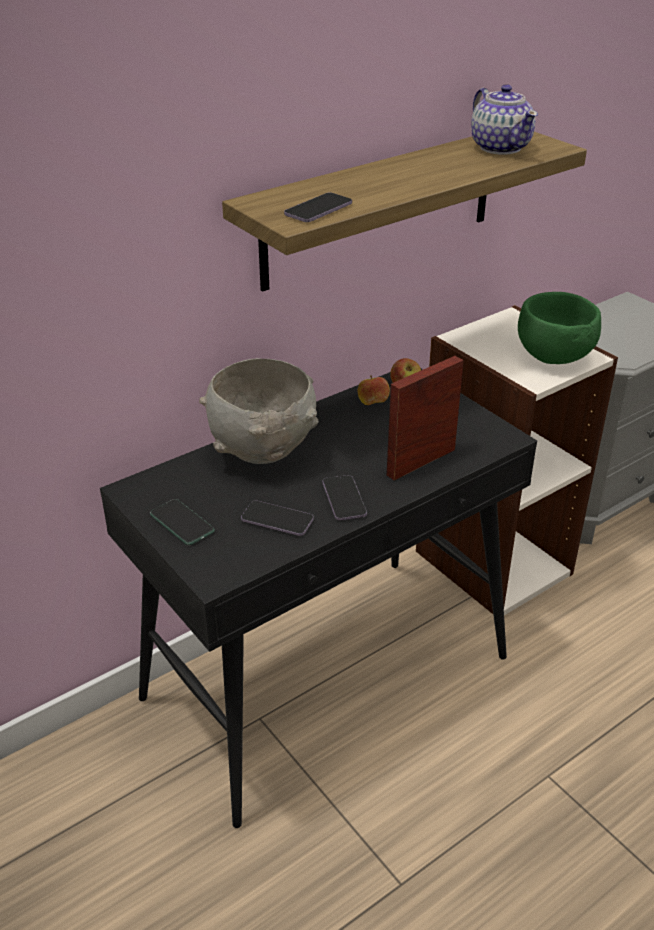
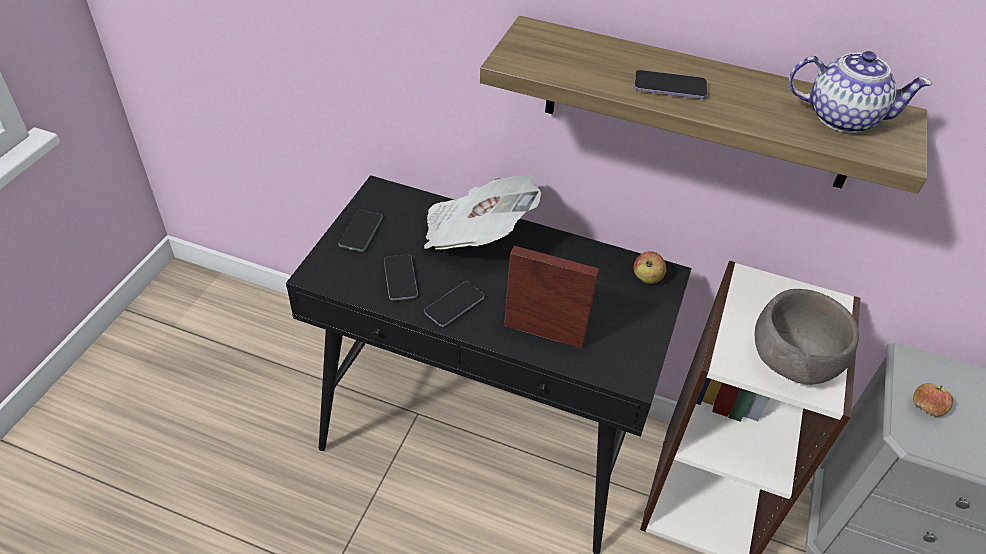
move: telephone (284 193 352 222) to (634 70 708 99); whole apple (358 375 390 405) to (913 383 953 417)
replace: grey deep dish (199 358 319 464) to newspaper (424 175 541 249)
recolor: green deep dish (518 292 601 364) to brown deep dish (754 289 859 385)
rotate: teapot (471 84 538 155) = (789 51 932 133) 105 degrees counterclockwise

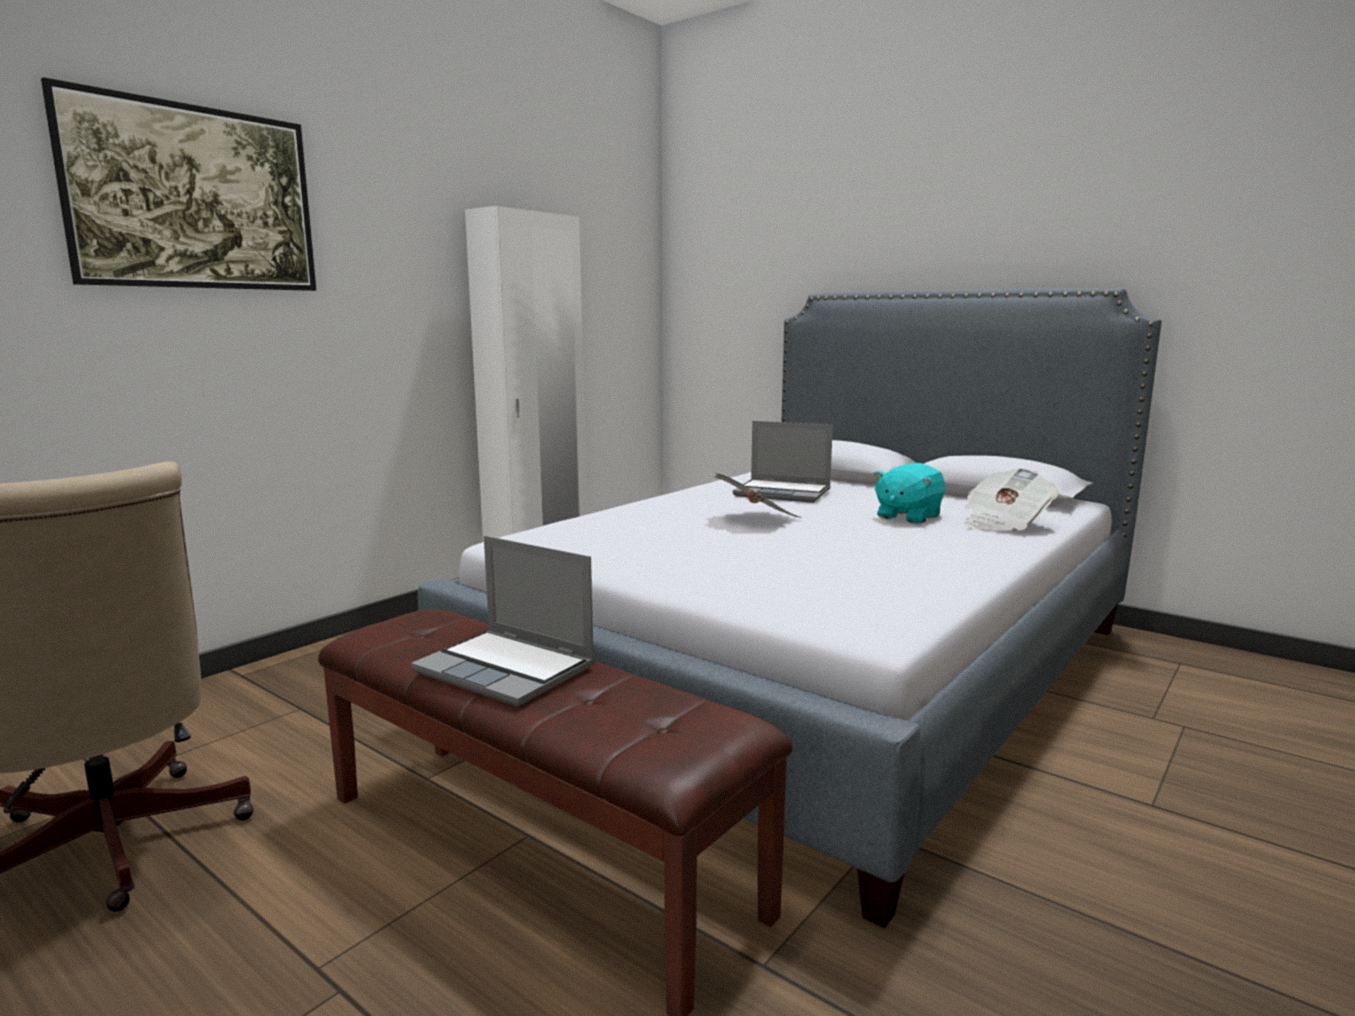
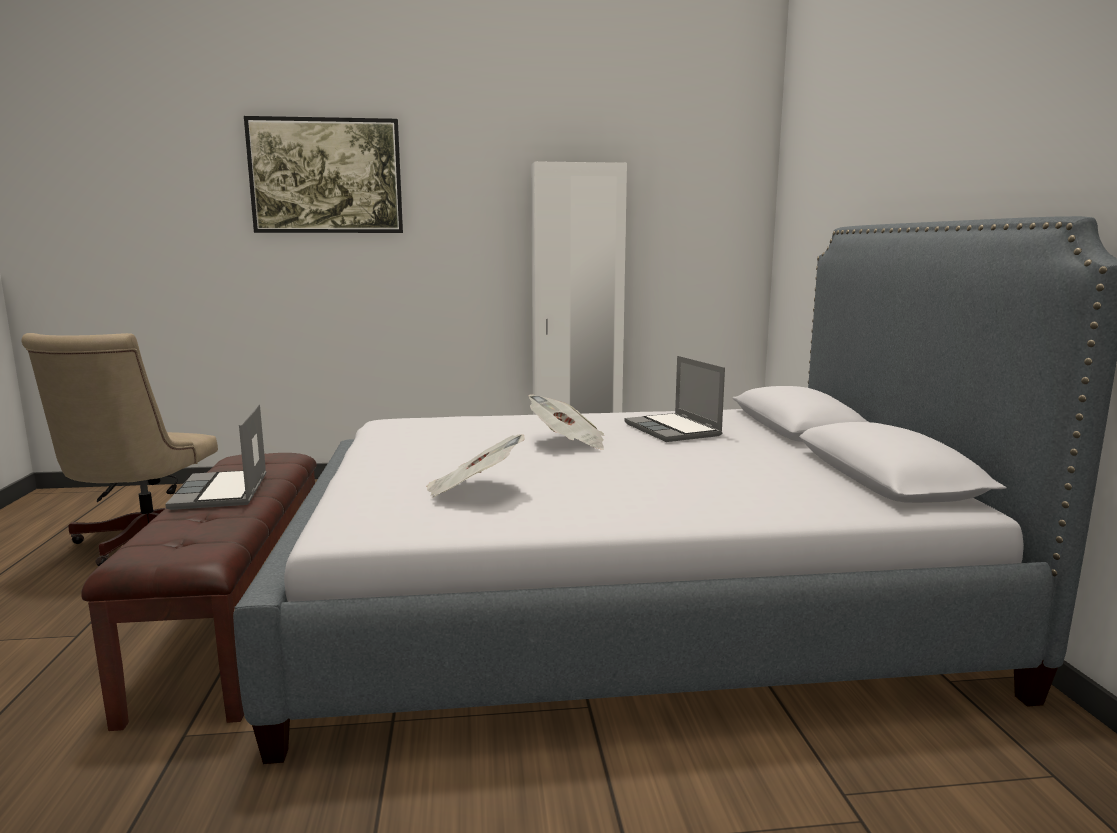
delete: turquoise-coloured cuddly toy (874 463 945 524)
move: newspaper (964 468 1058 531) to (426 434 525 497)

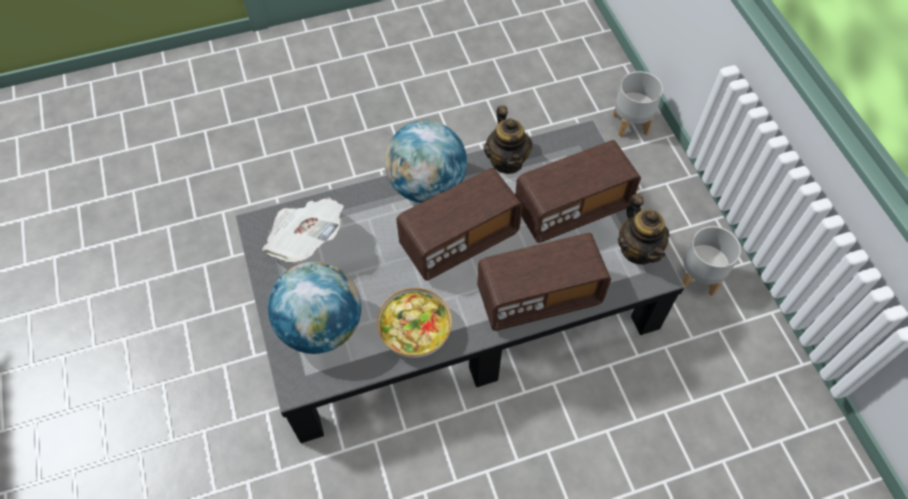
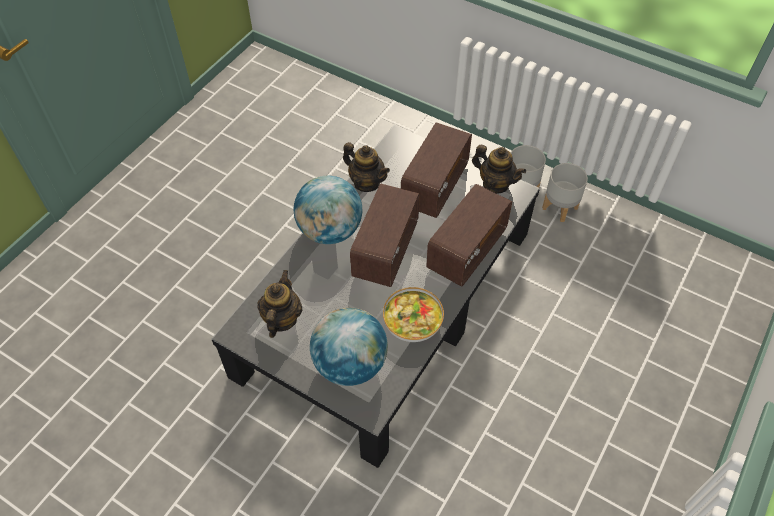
move: grey flower pot (613 71 663 137) to (542 163 588 222)
replace: newspaper (262 198 344 263) to teapot (257 270 302 338)

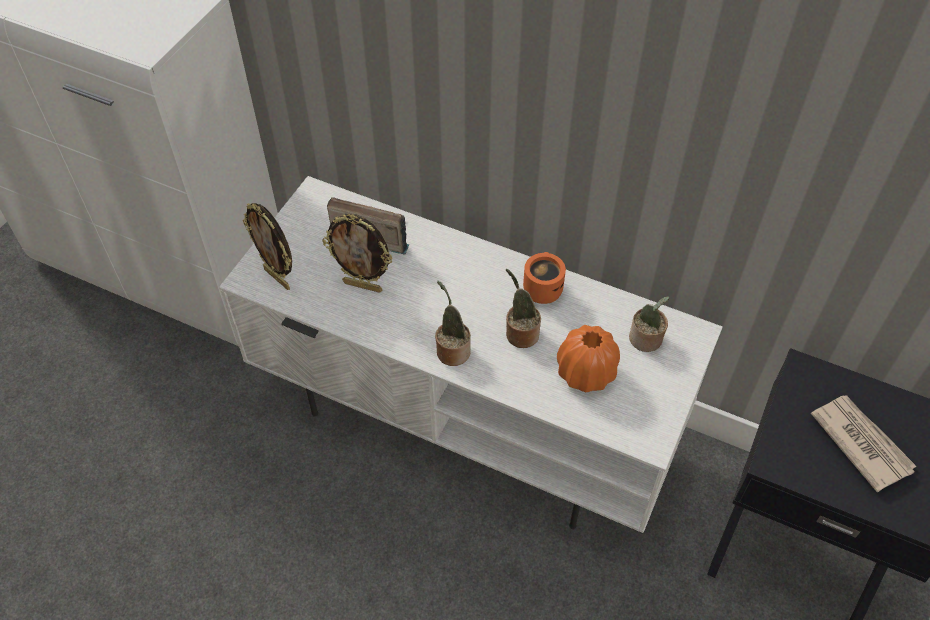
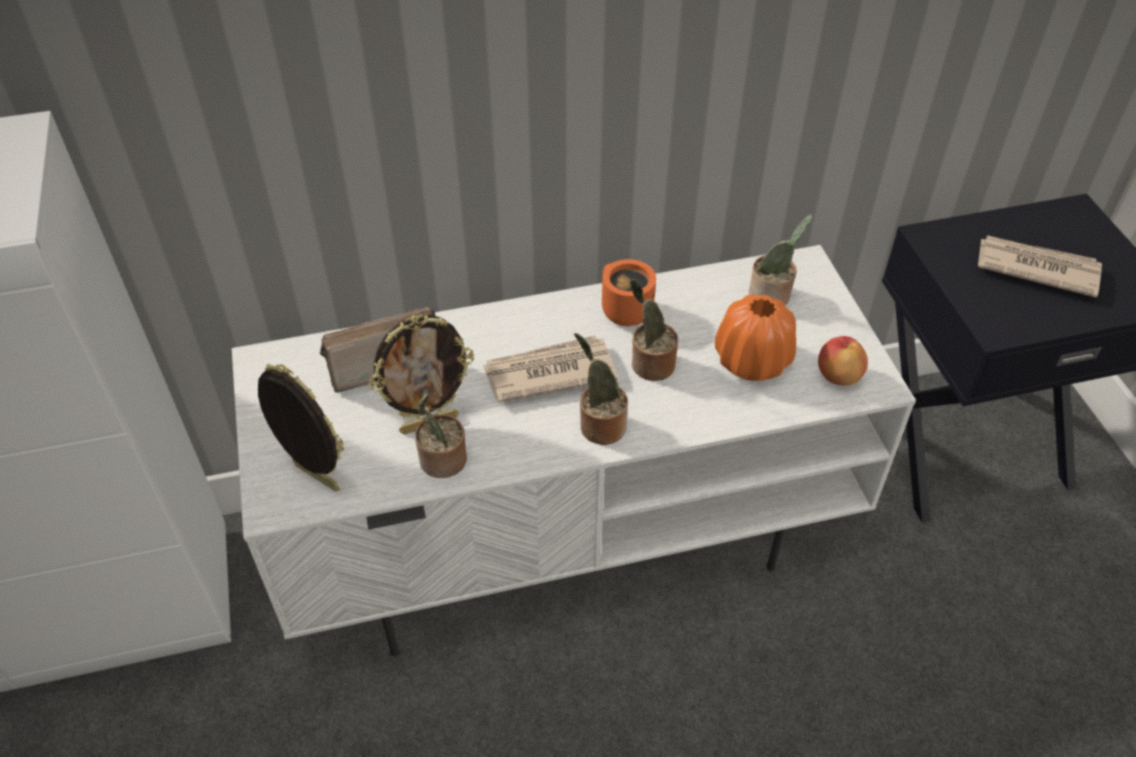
insert: houseplant (415 393 467 478); newspaper (483 335 618 402); whole apple (818 336 868 386)
rotate: photo frame (243 203 292 290) = (258 364 344 492) 150 degrees counterclockwise

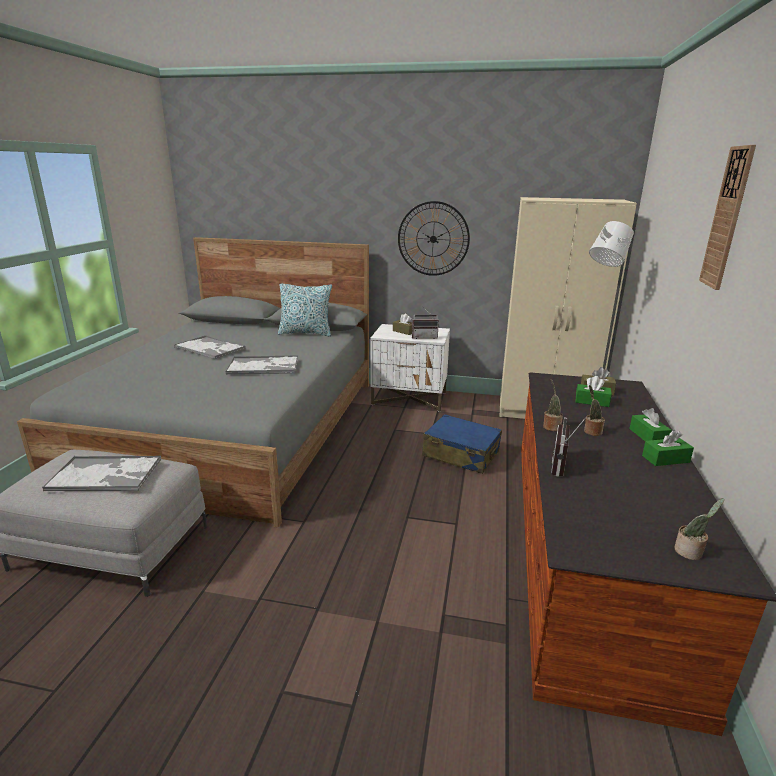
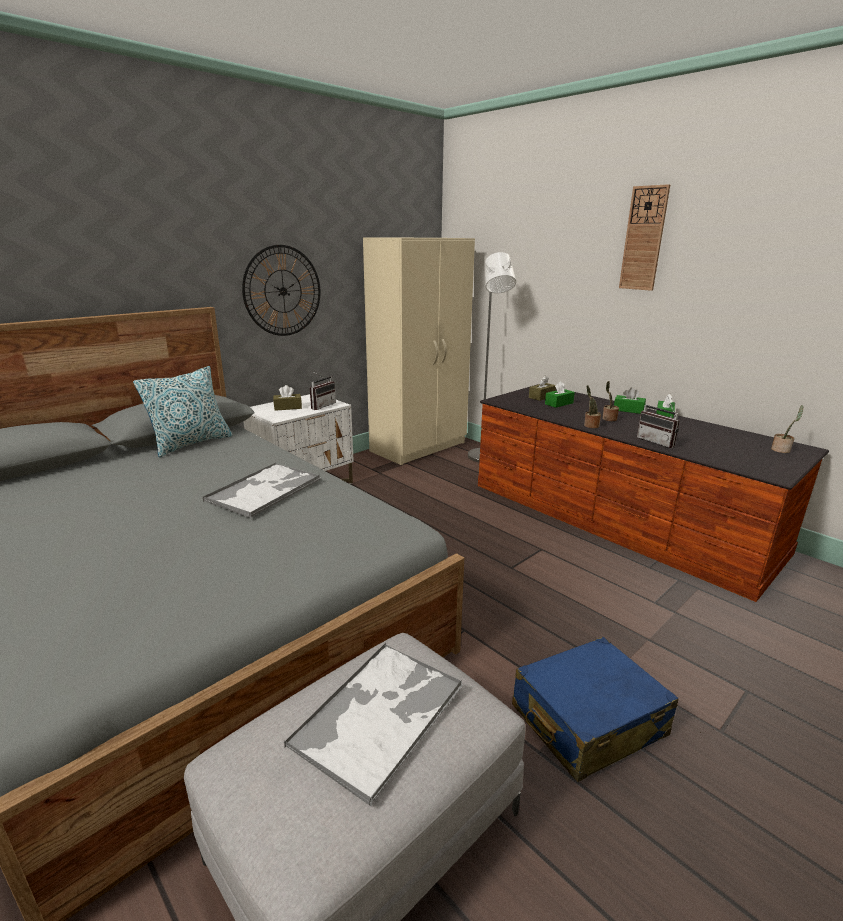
delete: serving tray (174 335 246 359)
move: bluish suitcase (422 414 502 474) to (512 637 679 782)

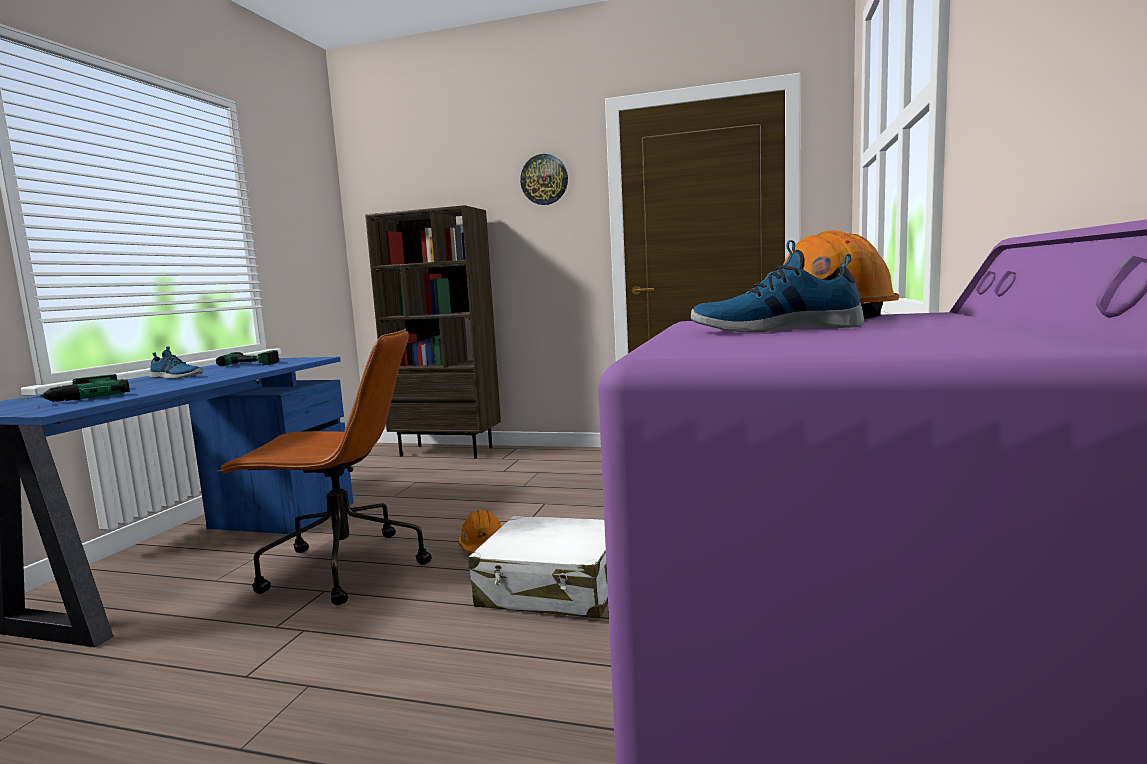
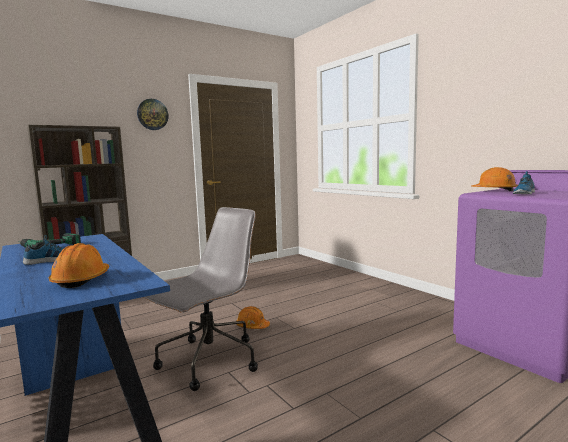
delete: white suitcase (468 516 608 618)
replace: power drill (20 374 130 401) to orange hard hat (49 243 109 288)
recolor: brown desk chair (217 329 432 605) to grey desk chair (143 207 258 391)

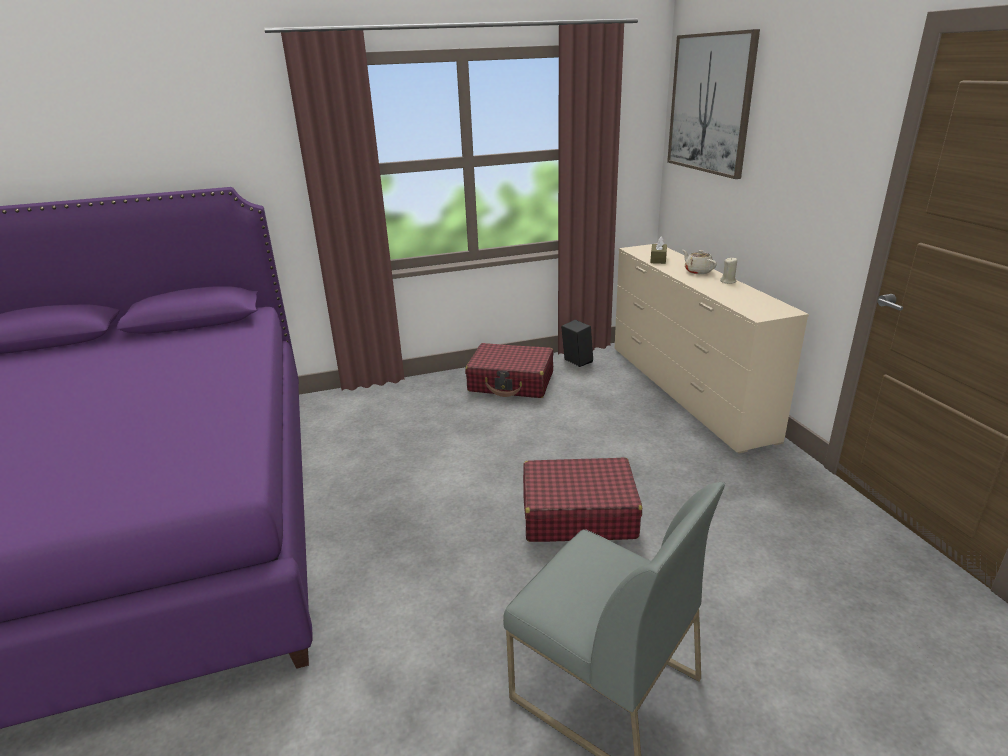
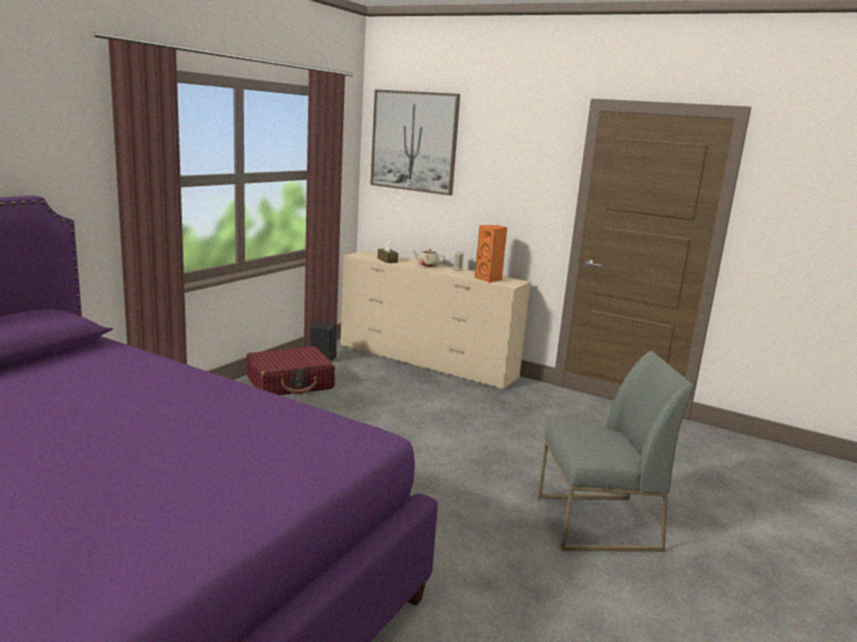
delete: red-coloured suitcase (523 457 642 542)
insert: orange audio speaker (475 225 507 283)

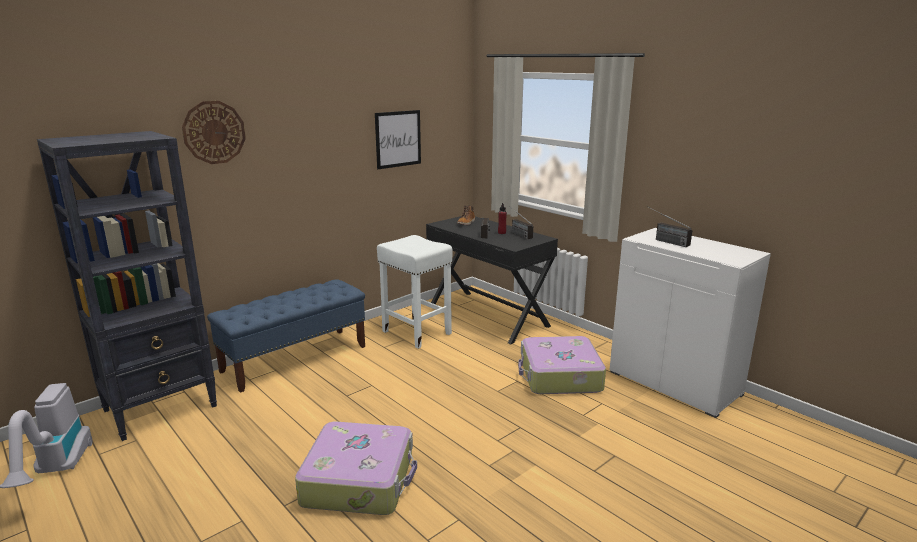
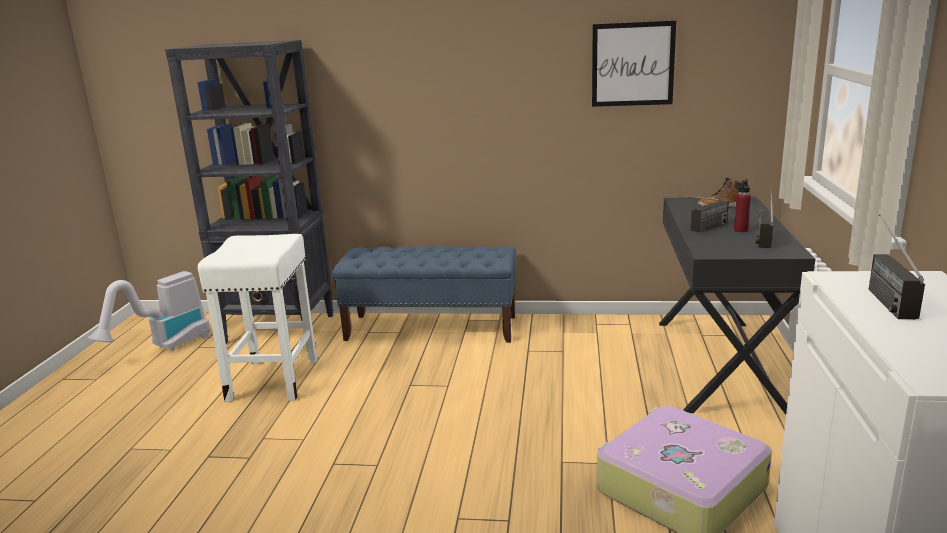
delete: wall clock (182 101 246 164); suitcase (295 422 417 515)
move: white stool seat (377 235 452 349) to (198 234 317 402)

